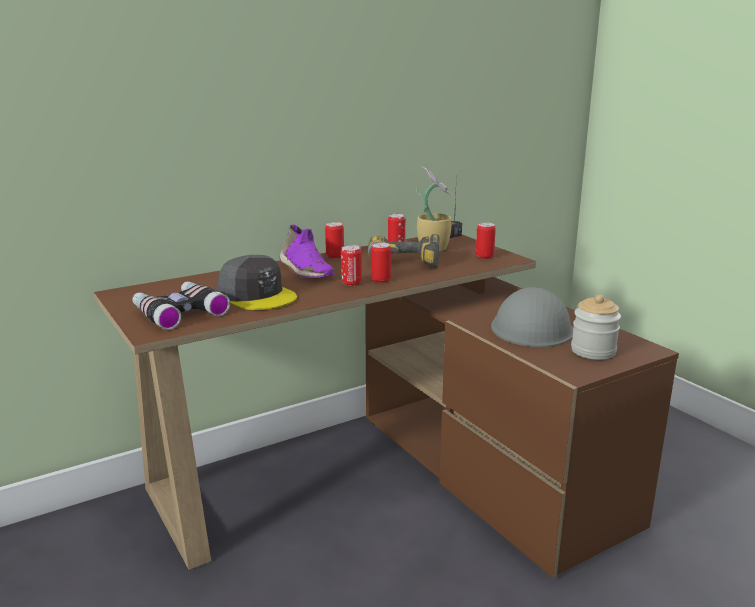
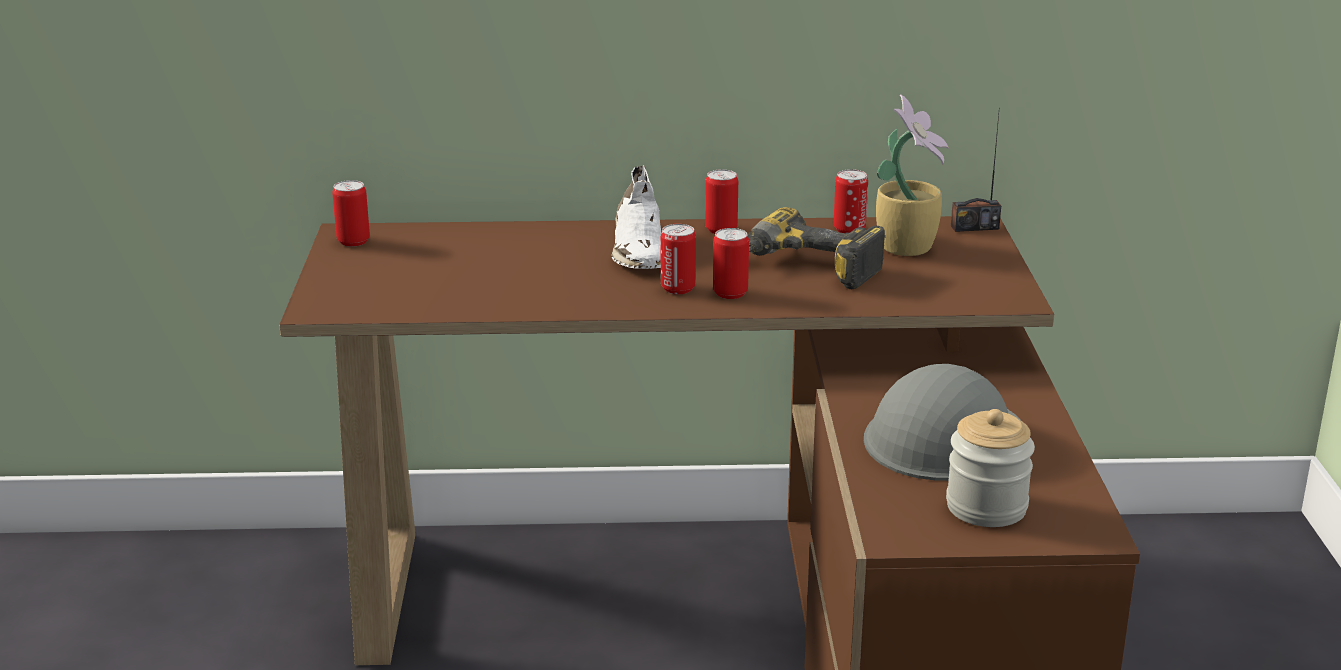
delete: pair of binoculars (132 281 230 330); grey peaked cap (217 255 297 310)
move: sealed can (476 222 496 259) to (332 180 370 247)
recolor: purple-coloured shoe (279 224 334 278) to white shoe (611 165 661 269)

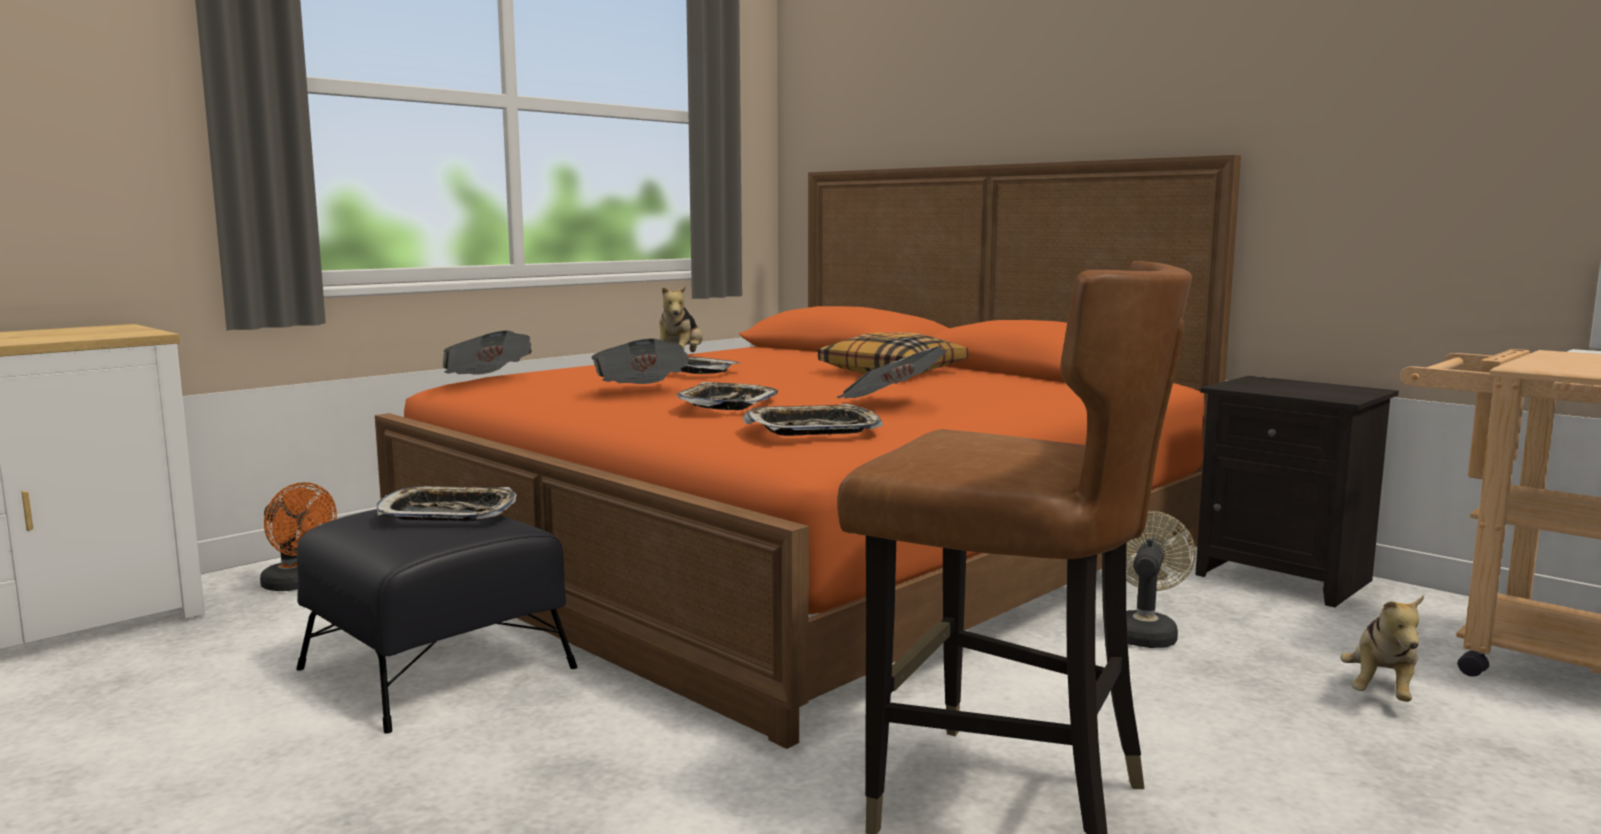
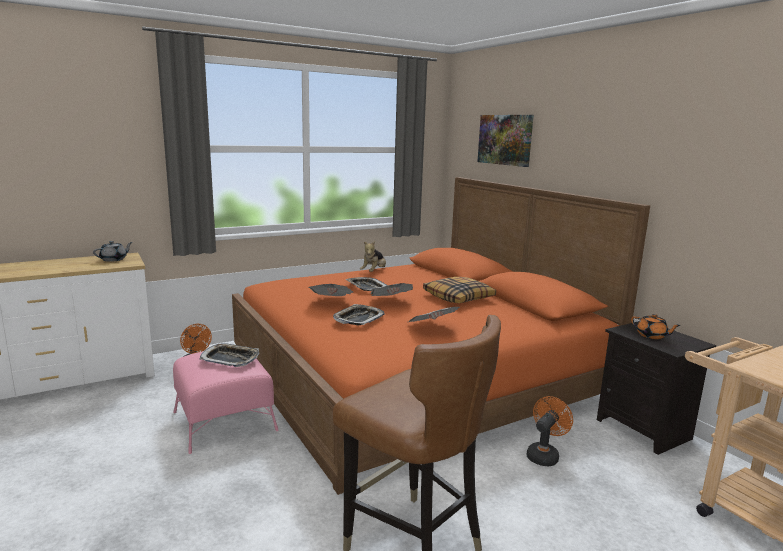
delete: serving tray (742 404 883 436); cuddly toy (1340 595 1424 702)
insert: grey teapot (93 241 133 262); picture (477 115 534 167); orange teapot (631 314 681 339)
move: newspaper (443 330 532 375) to (371 283 413 296)
recolor: black pouffe (296 509 578 734) to pink pouffe (173 352 279 454); beige electric fan (1126 511 1196 648) to orange electric fan (527 396 573 467)

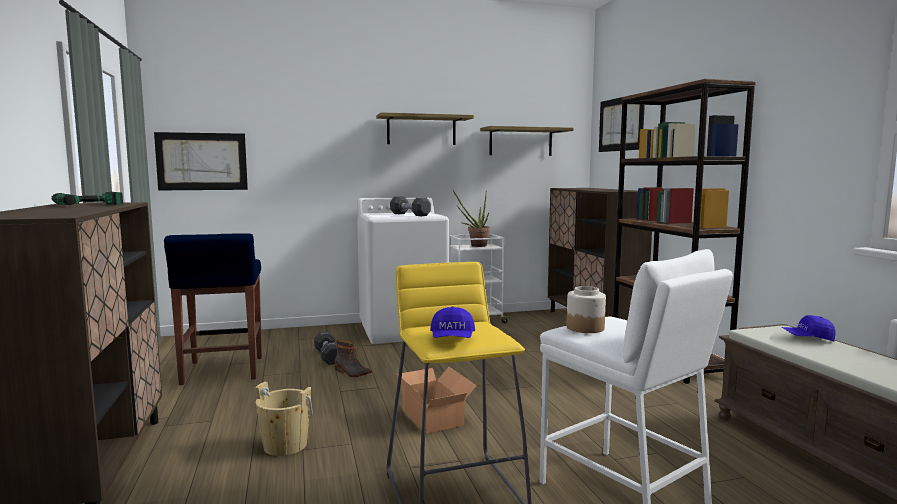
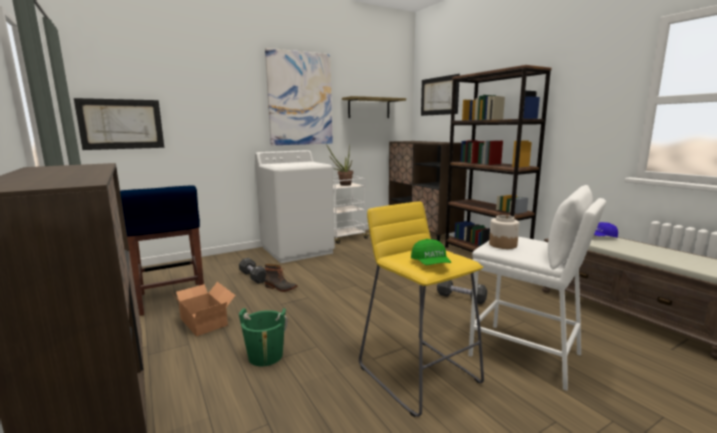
delete: power drill (52 192 123 205)
move: carton (395 367 477 434) to (171 282 236 336); black free weight (390 196 431 216) to (437 280 487 305)
replace: shelf (376 112 474 145) to picture (265 48 333 145)
recolor: beige water bucket (255 382 313 456) to green water bucket (239 308 288 366); bluish peaked cap (430 306 475 338) to green peaked cap (411 239 451 265)

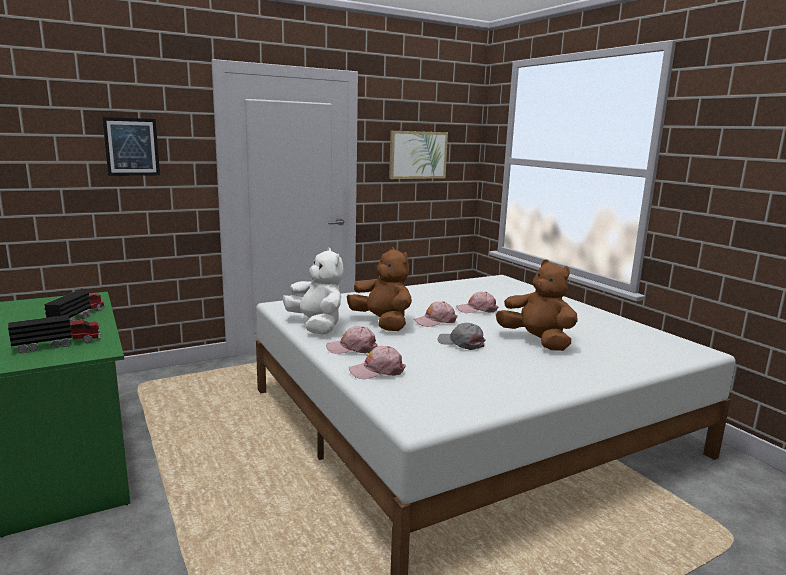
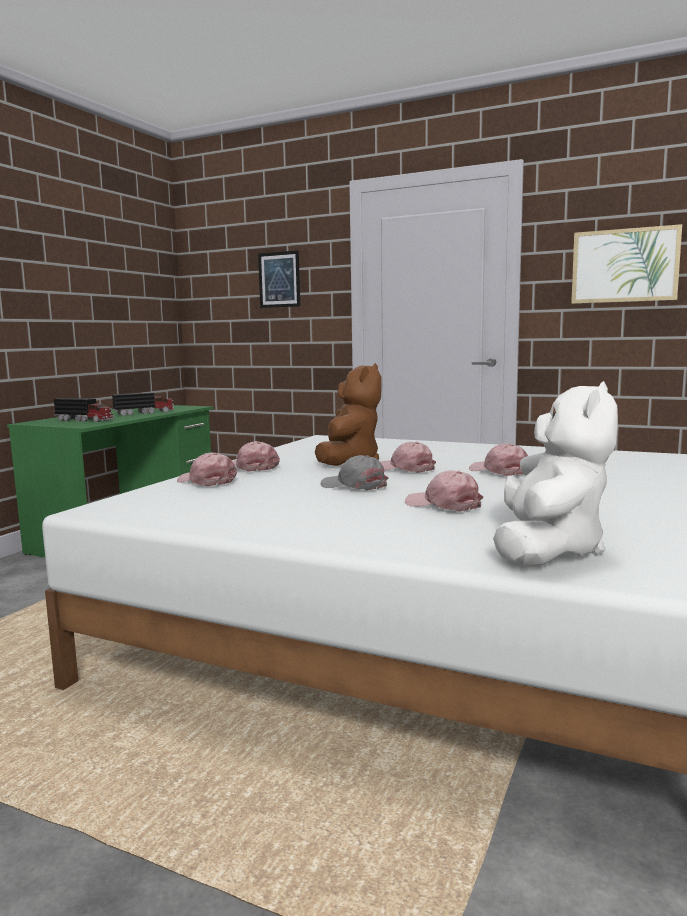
move: white cuddly toy (283 248 344 335) to (493 381 618 567)
replace: brown cuddly toy (496 260 577 351) to pink peaked cap (405 470 483 512)
rotate: grey peaked cap (437 323 486 350) = (321 455 388 491) 60 degrees counterclockwise

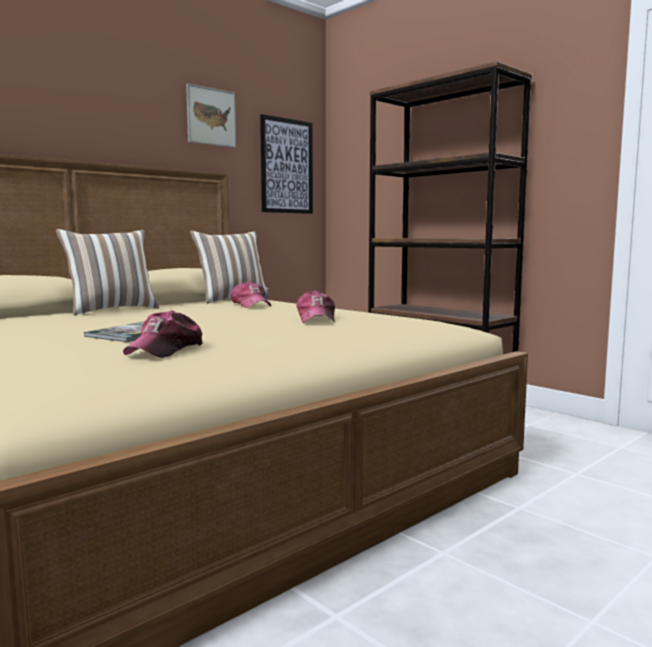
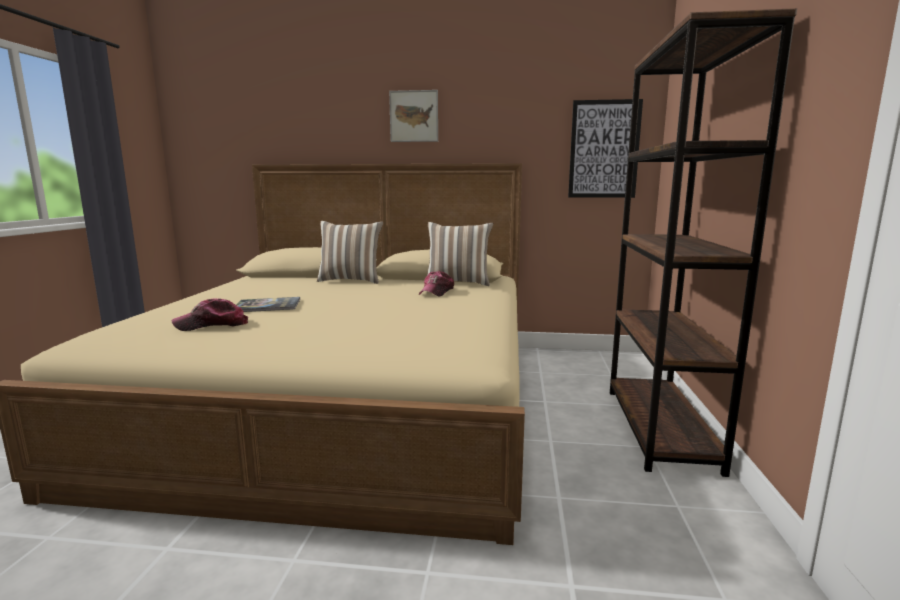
delete: peaked cap (297 290 335 323)
move: picture (186 84 236 148) to (389 90 438 142)

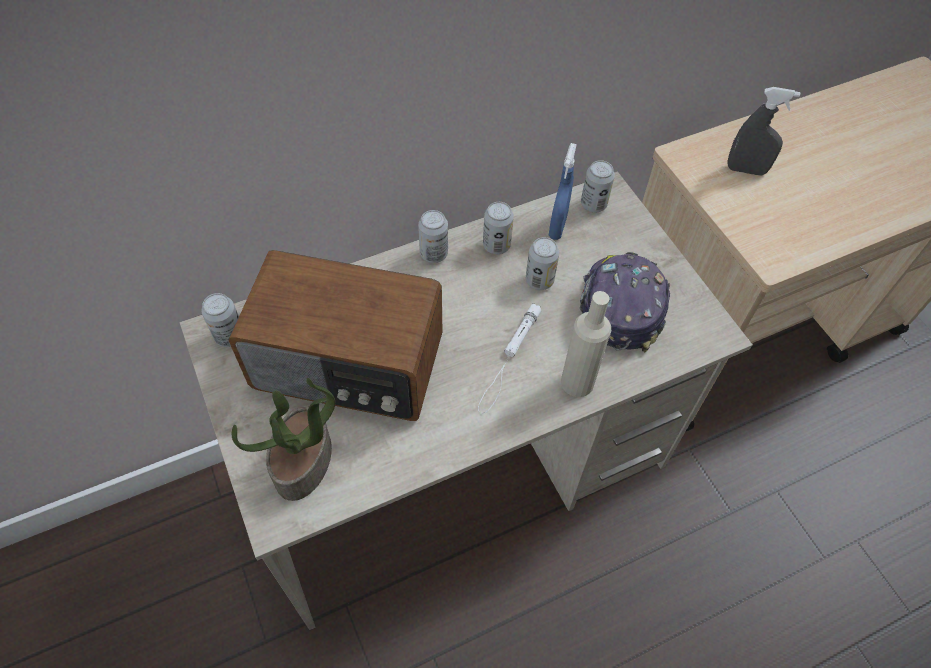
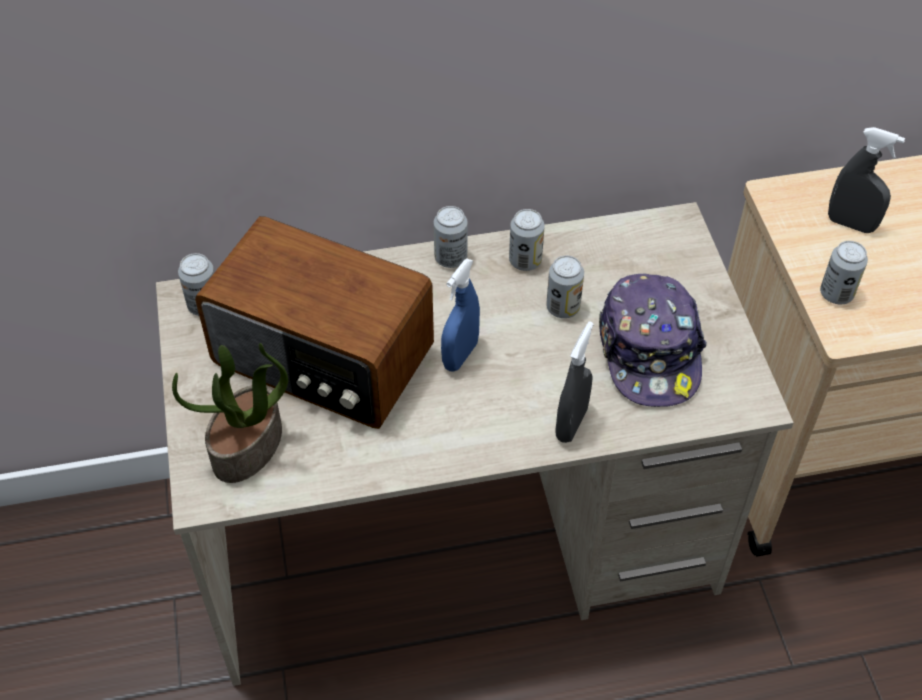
delete: white hand torch (478 304 541 413)
move: bluish hand sprayer (549 143 577 240) to (441 258 480 372); sealed can (581 160 615 212) to (820 241 868 304)
replace: beige beverage bottle (561 291 611 397) to grey hand sprayer (555 321 594 443)
rotate: peaked cap (580 252 670 353) = (599 274 707 407) 150 degrees clockwise

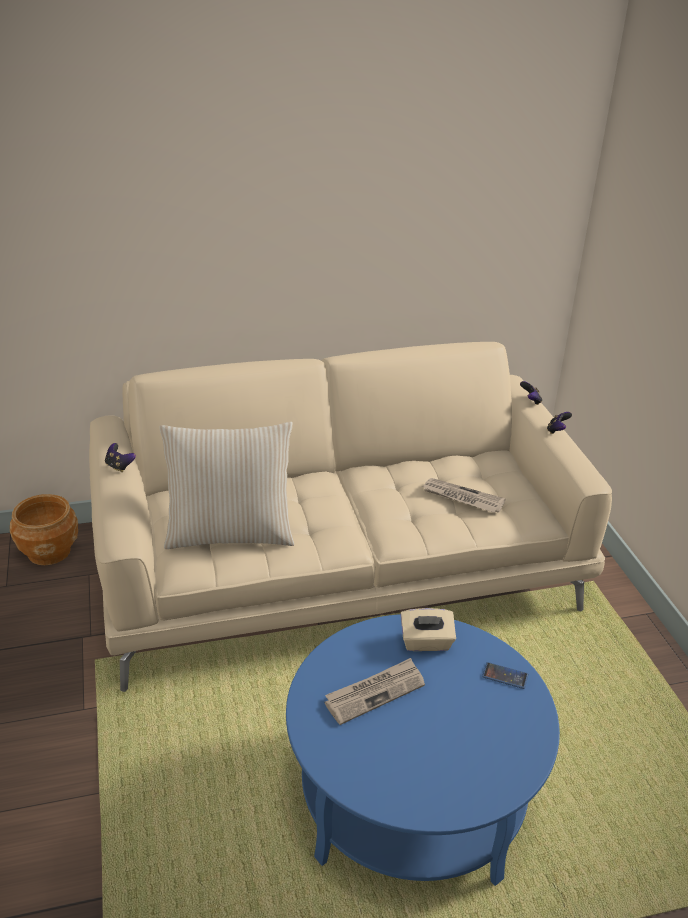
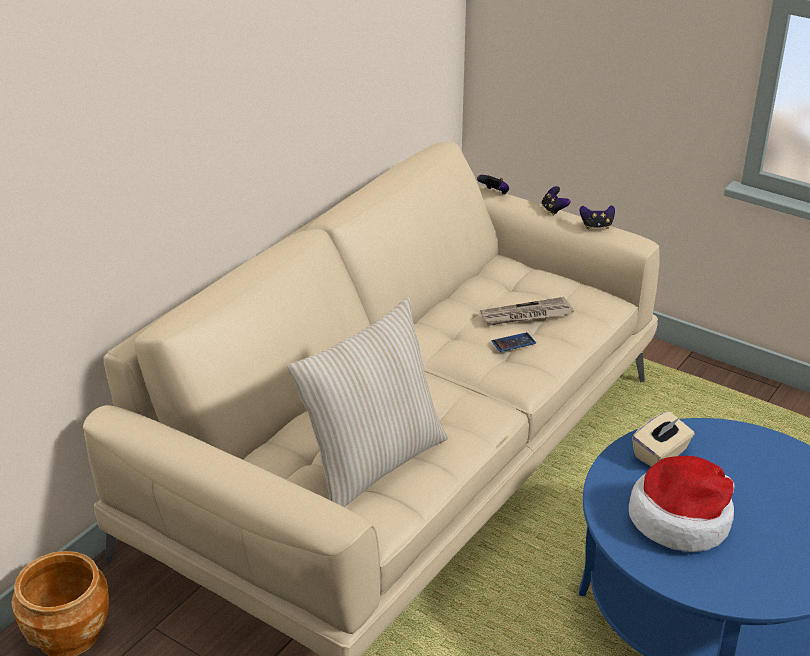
move: telephone (482 662 528 689) to (491 332 536 352); game controller (105 443 136 472) to (580 205 615 229)
replace: newspaper (325 658 425 725) to clothing hat (629 456 735 552)

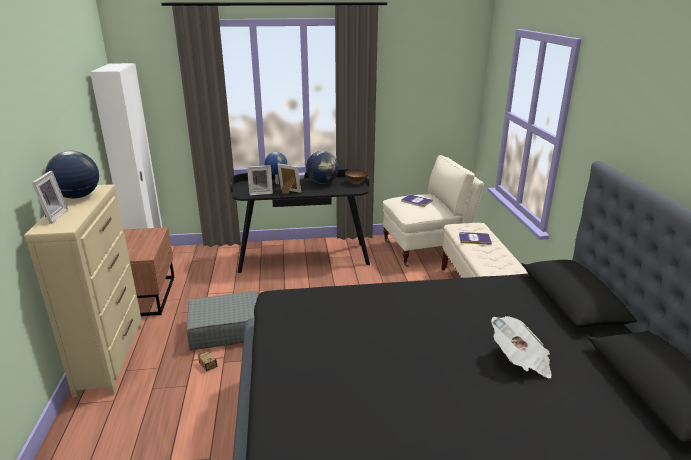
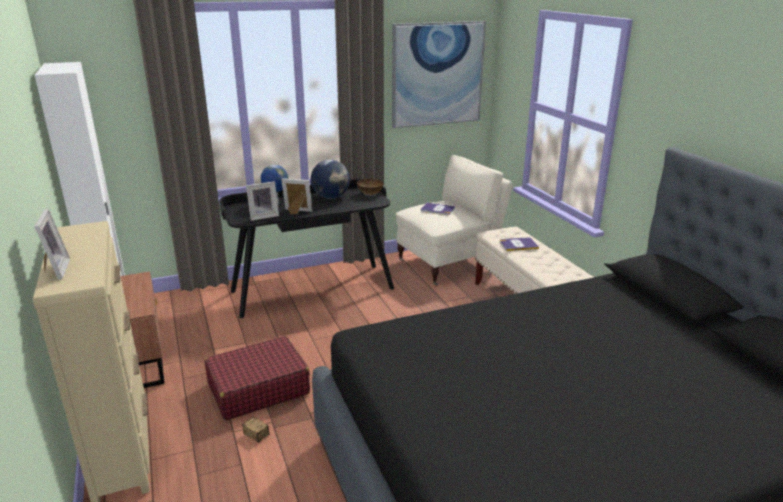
delete: desk globe (45 151 99 199); newspaper (491 316 552 378)
insert: picture (392 21 486 128)
recolor: grey suitcase (186 291 258 350) to red-coloured suitcase (204 336 310 420)

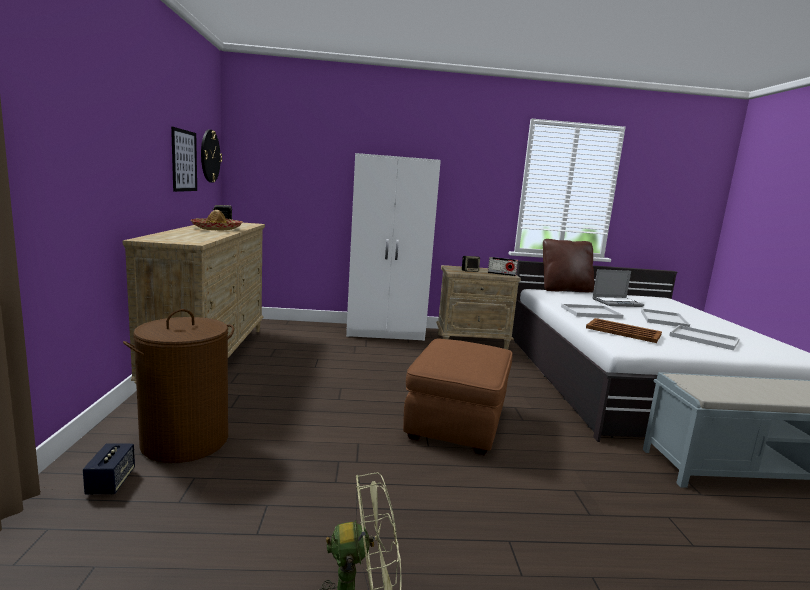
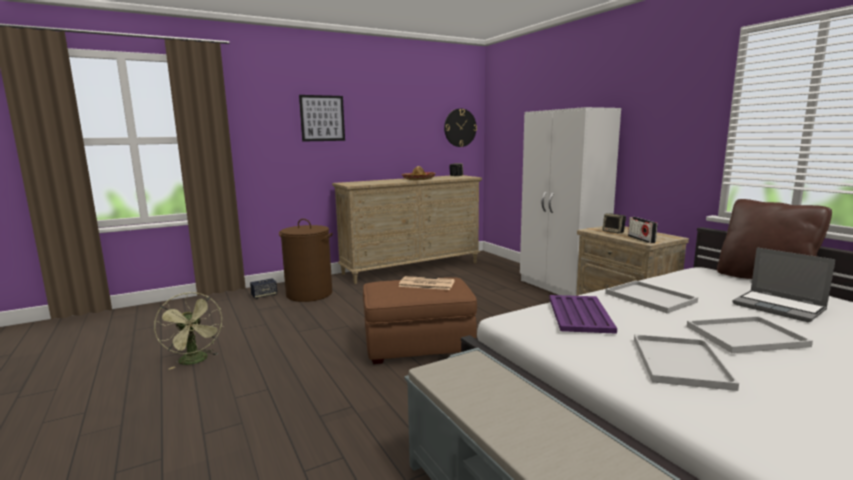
insert: newspaper (398 276 455 290)
move: picture (171 127 197 192) to (299 95 345 142)
recolor: brown serving tray (586 318 662 343) to purple-coloured serving tray (549 295 617 334)

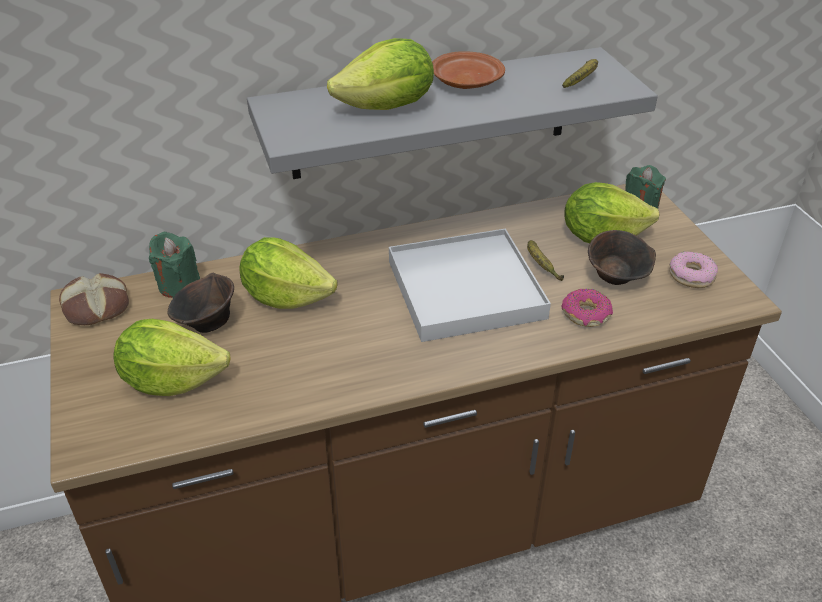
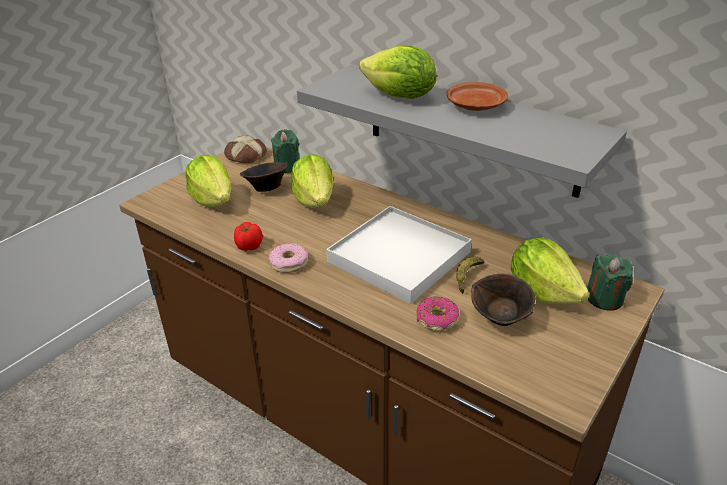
delete: banana (562 59 598 88)
insert: whole tomato (234 222 263 251)
move: ring doughnut (670 251 718 288) to (269 243 308 273)

